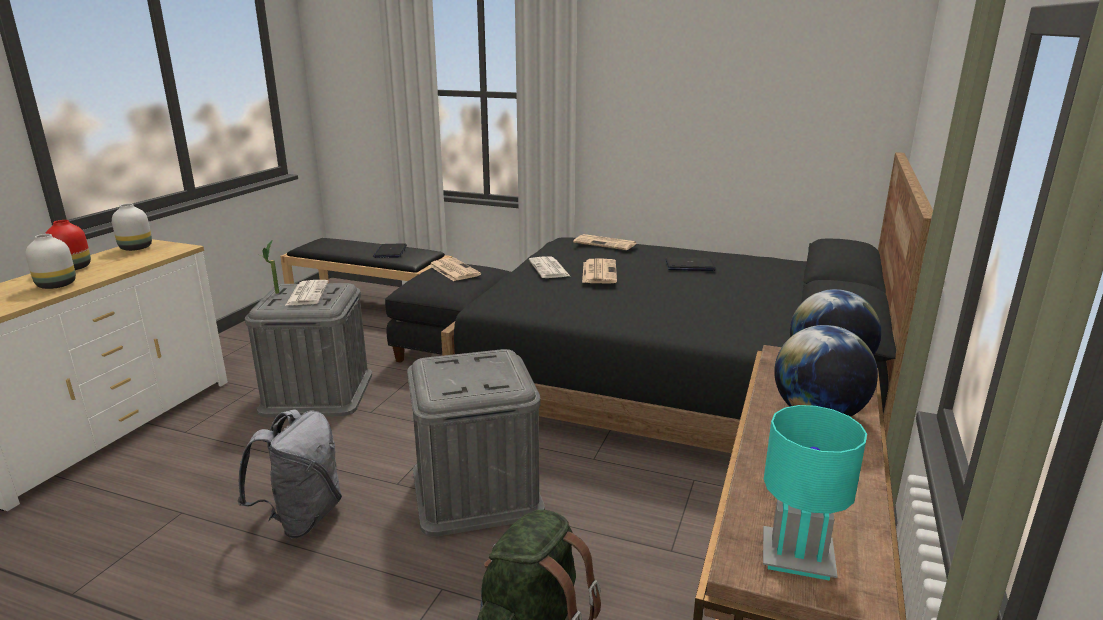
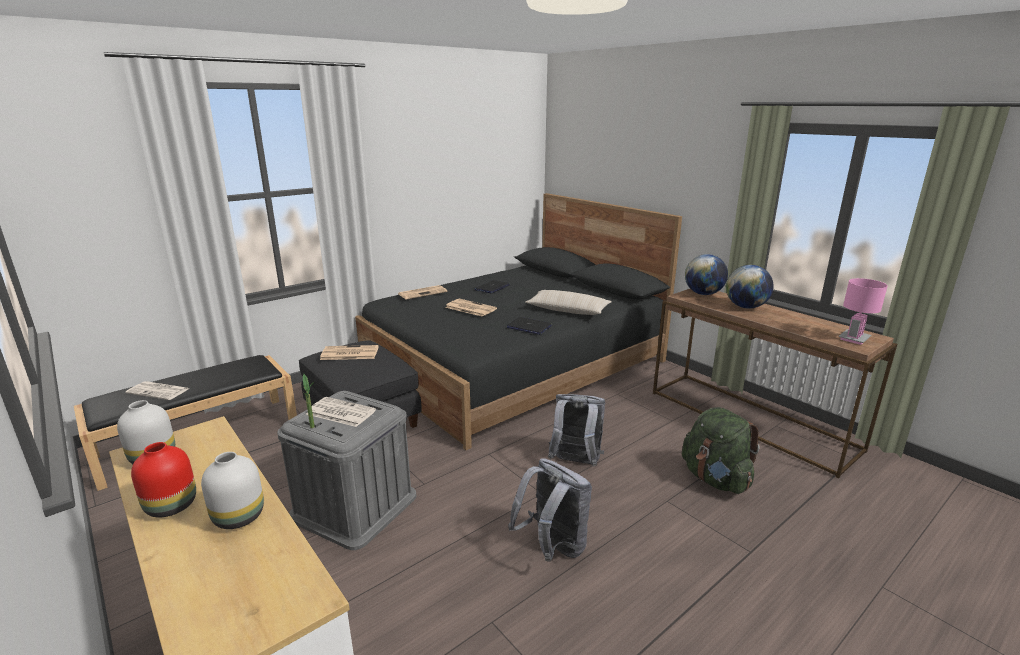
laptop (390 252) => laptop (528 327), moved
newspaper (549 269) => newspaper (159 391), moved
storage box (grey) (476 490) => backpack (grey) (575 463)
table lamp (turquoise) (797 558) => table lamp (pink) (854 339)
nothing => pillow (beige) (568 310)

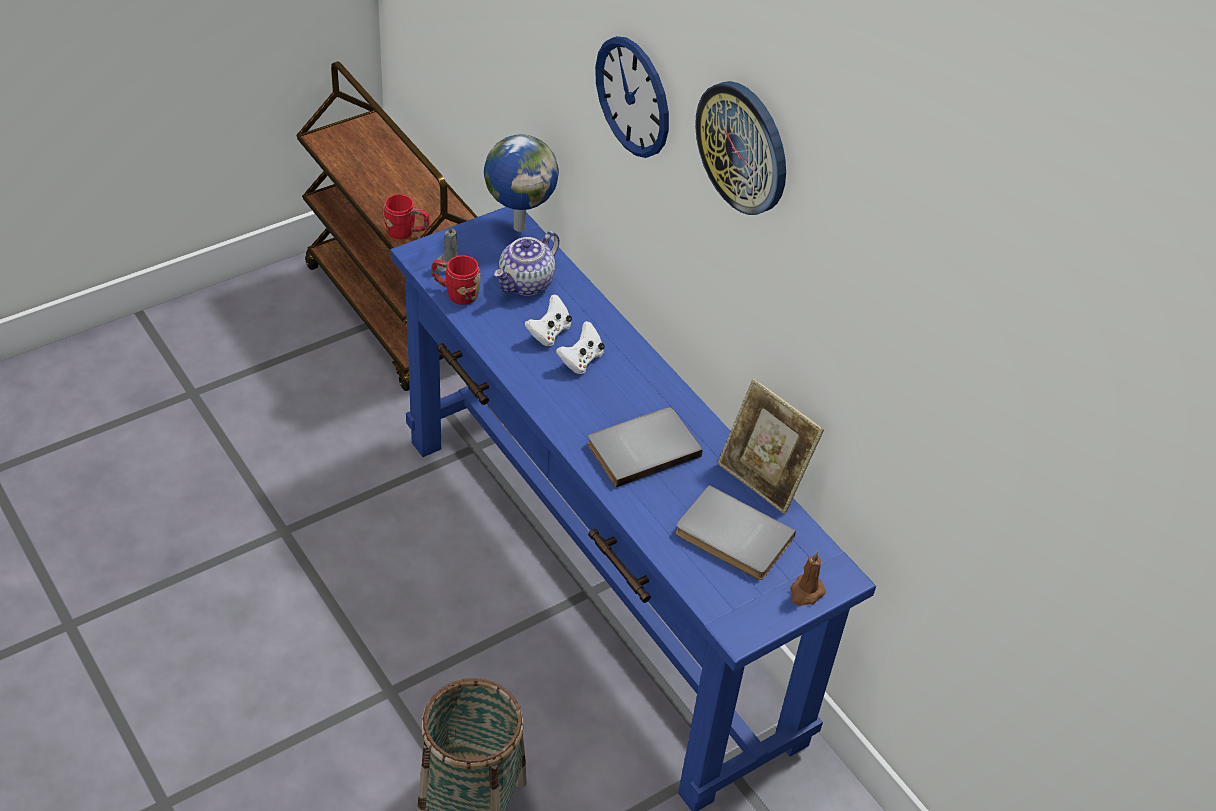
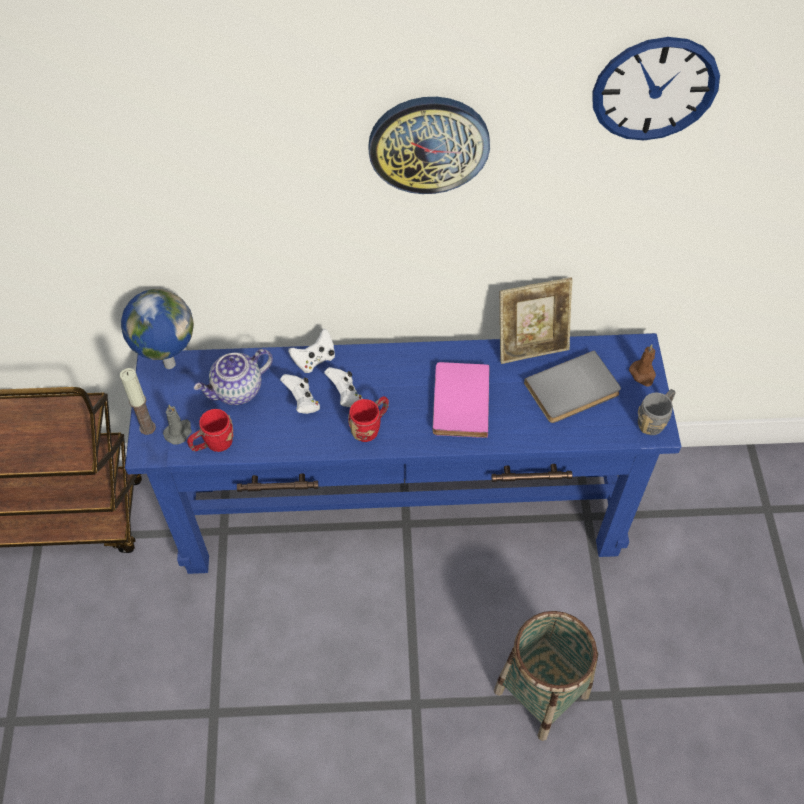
wall clock (633 97) => wall clock (655 89), moved
mug (red) (406 232) => mug (red) (370 427), moved
teapot (526 283) => teapot (237 390), 75 degrees clockwise
book (grey) (641 447) => book (pink) (458 401)
nothing => game controller (white) (314 360)
nothing => candle (147 427)
nothing => mug (grey) (654 420)

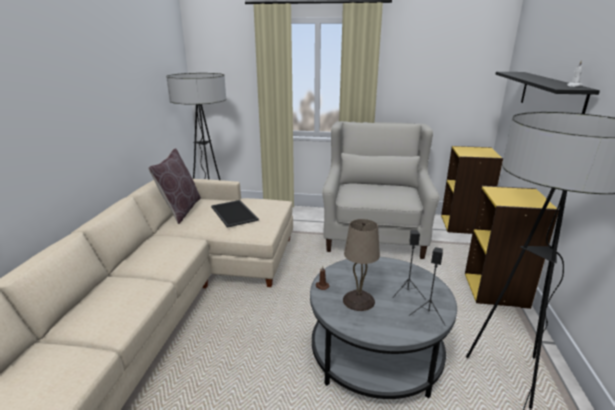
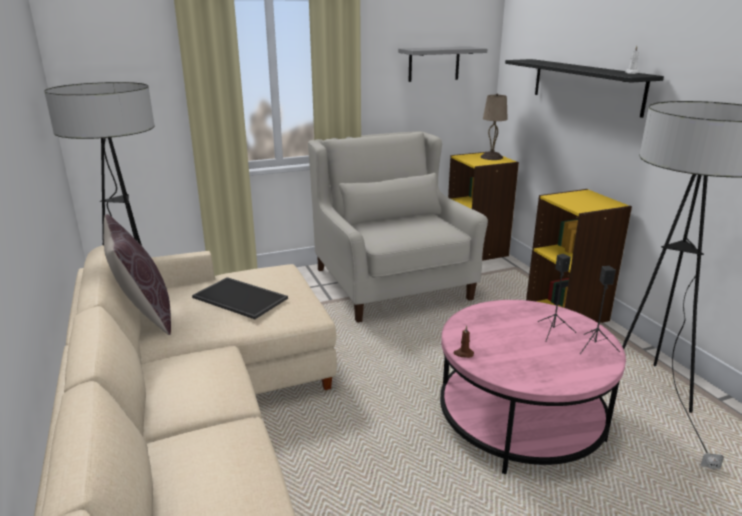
table lamp (beige) (359 300) => table lamp (beige) (491 157), moved
coffee table (grey) (375 353) => coffee table (pink) (520 419)
nothing => shelf (grey) (434 64)

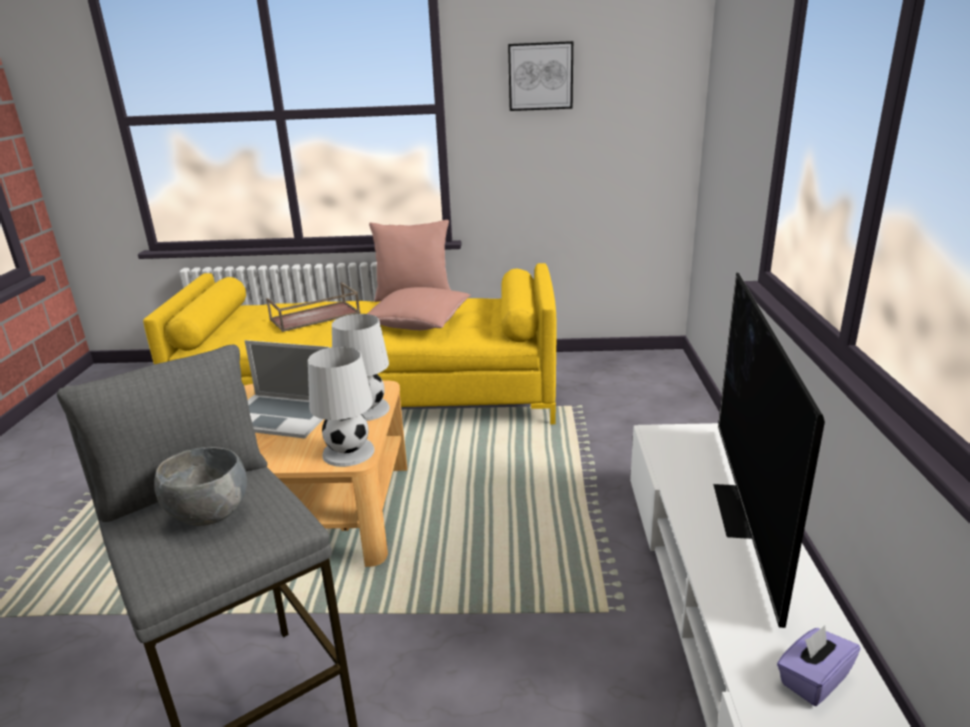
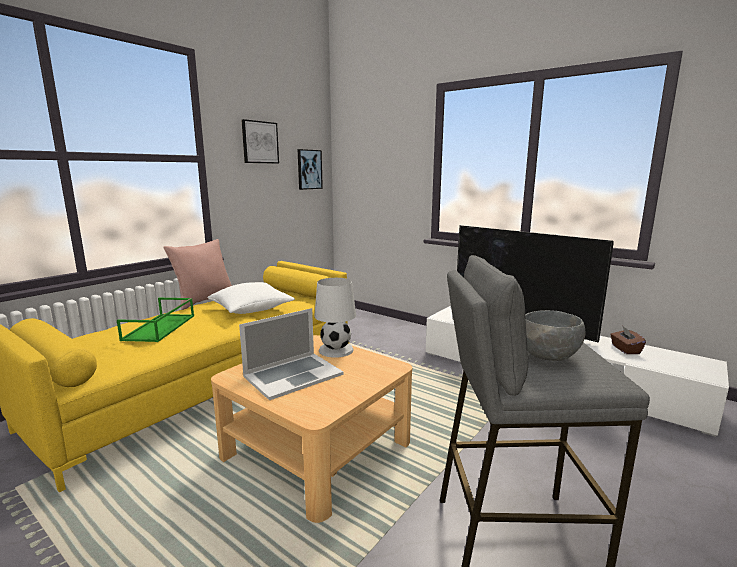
tray (brown) (314 317) => tray (green) (160 328)
pillow (pink) (418 323) => pillow (white) (251 309)
table lamp (white) (348 452) => nothing
tissue box (purple) (813 679) => tissue box (brown) (625 349)
nothing => picture (309 169)

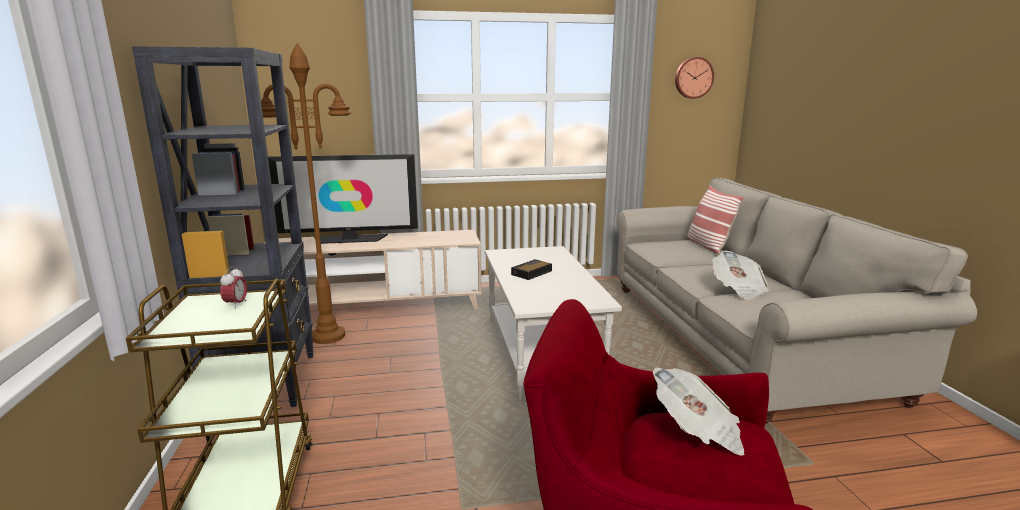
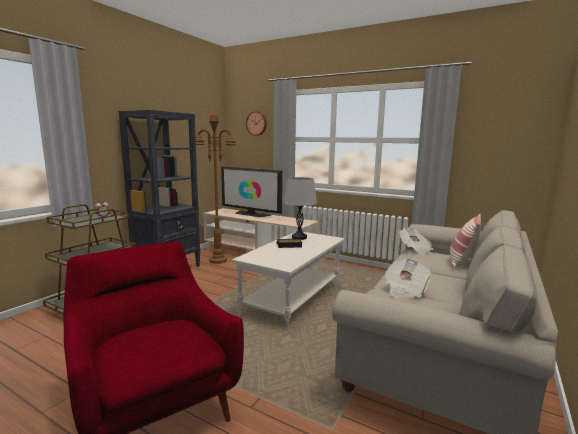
wall clock (693 78) => wall clock (257 123), moved
newspaper (697 431) => newspaper (415 249), moved
nothing => table lamp (grey) (299 237)

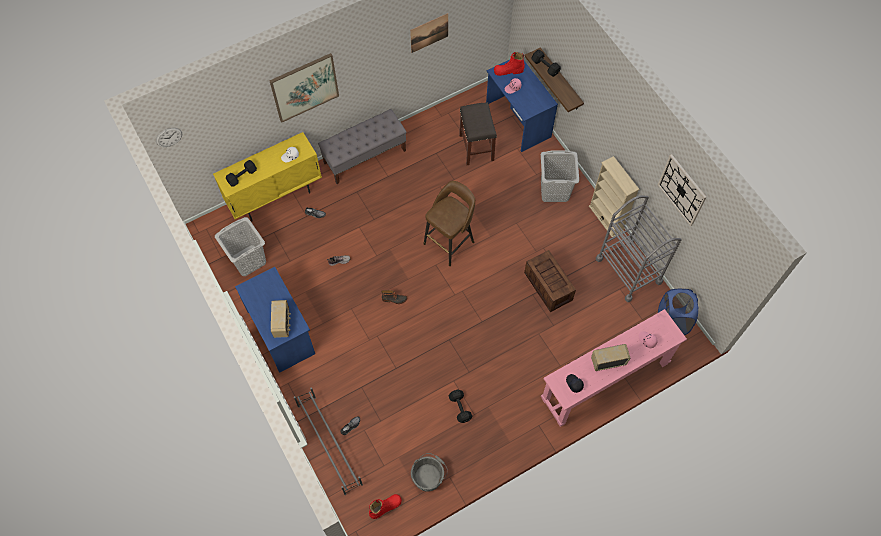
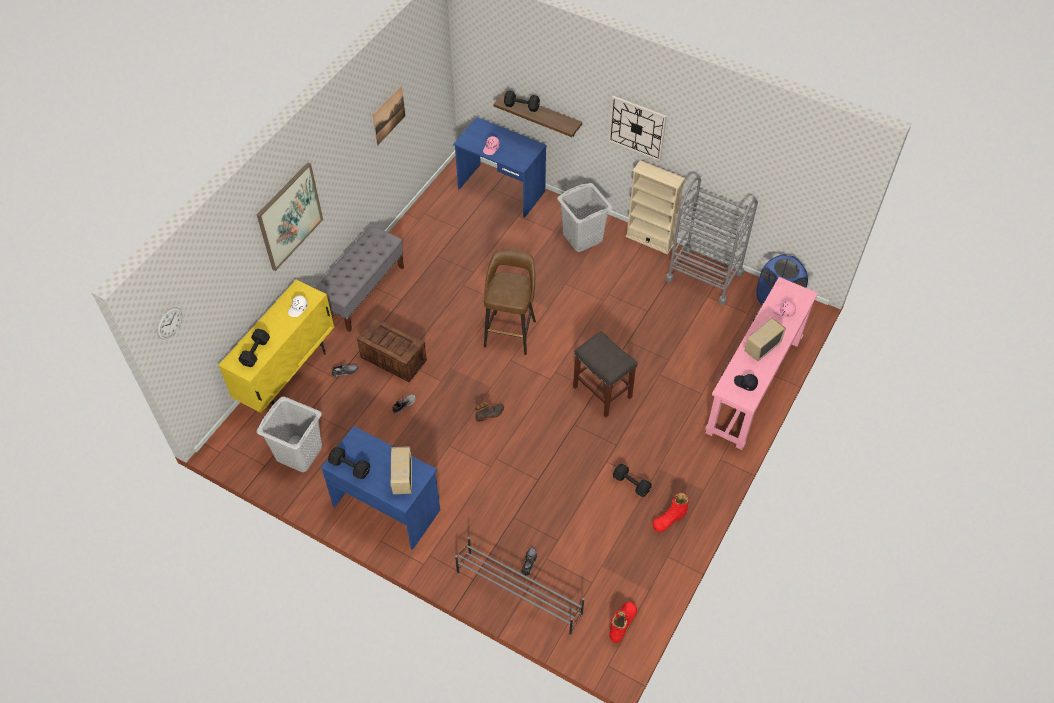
boot (red) (508 71) => boot (red) (669 518), moved
stool (grey) (476 147) => stool (grey) (601 392), moved
wall clock (682 190) => wall clock (637 128), moved
crate (548 287) => crate (394 359), moved
radio (282 323) => radio (402 478), 150 degrees counterclockwise
bucket (grey) (429 475) => nothing
nothing => dumbbell (black) (349 466)

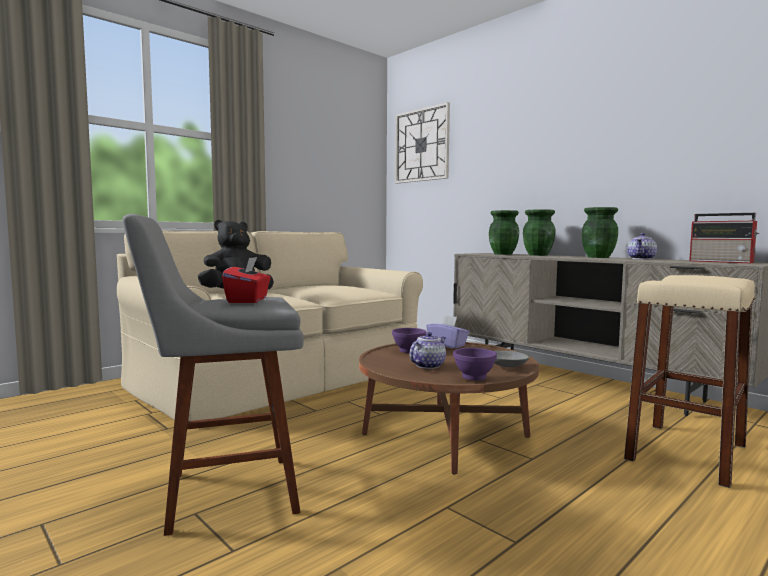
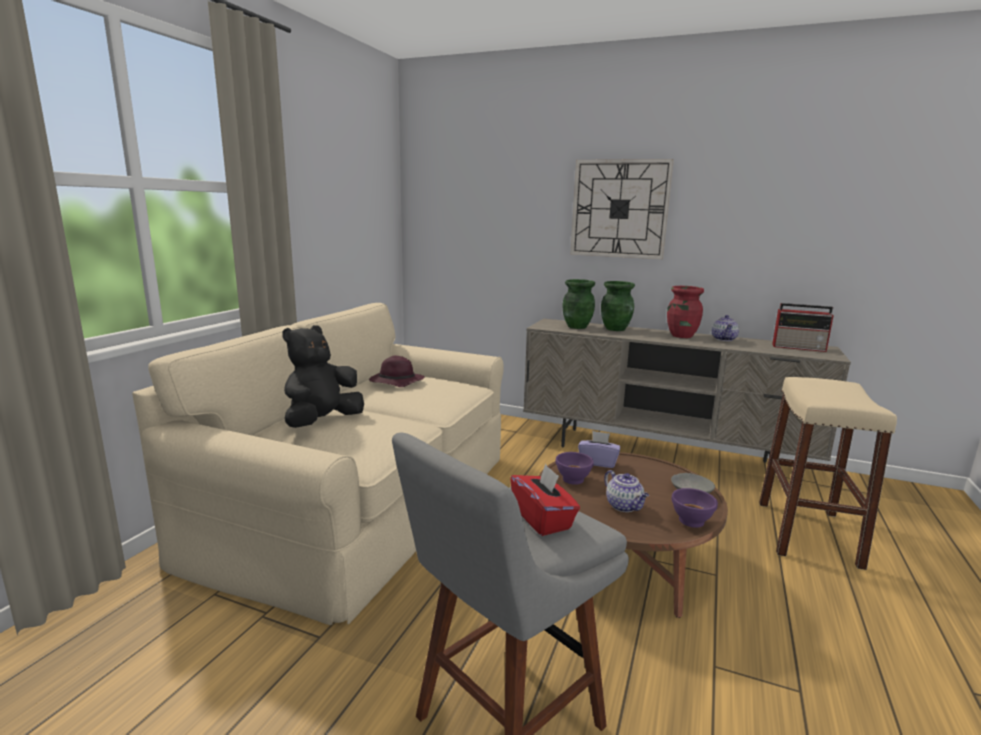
wall clock (421 145) => wall clock (619 209), moved
vase (green) (598 257) => vase (red) (681 335)
teapot (428 365) => teapot (624 506), 135 degrees clockwise
nothing => hat (purple) (396 382)

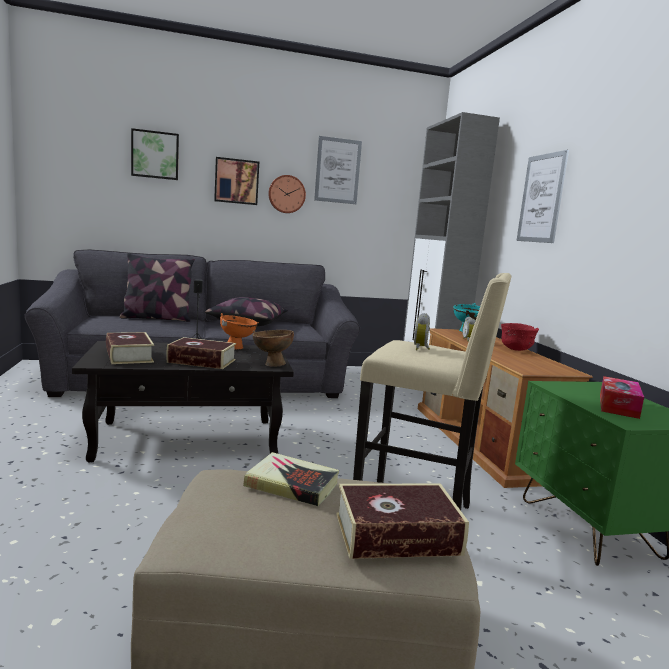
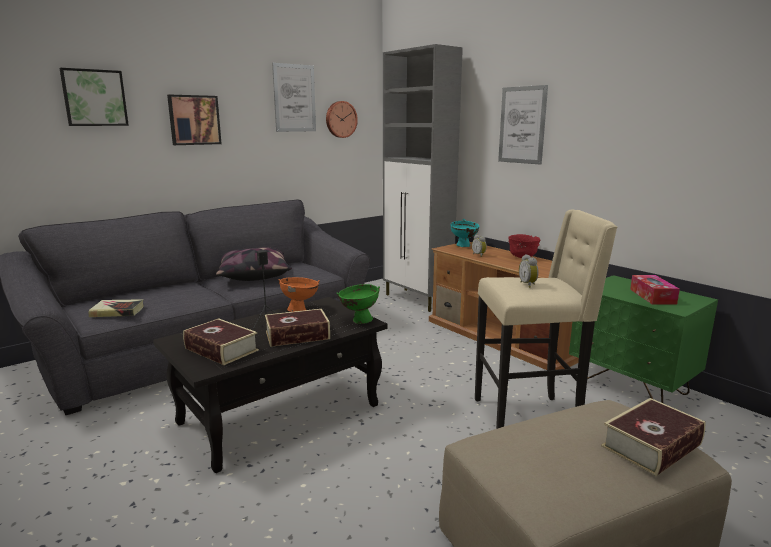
wall clock (286 194) => wall clock (340 119), moved
pillow (157 318) => nothing
bowl (brown) (270 364) => bowl (green) (358 321)
book (292 484) => book (117 311), moved

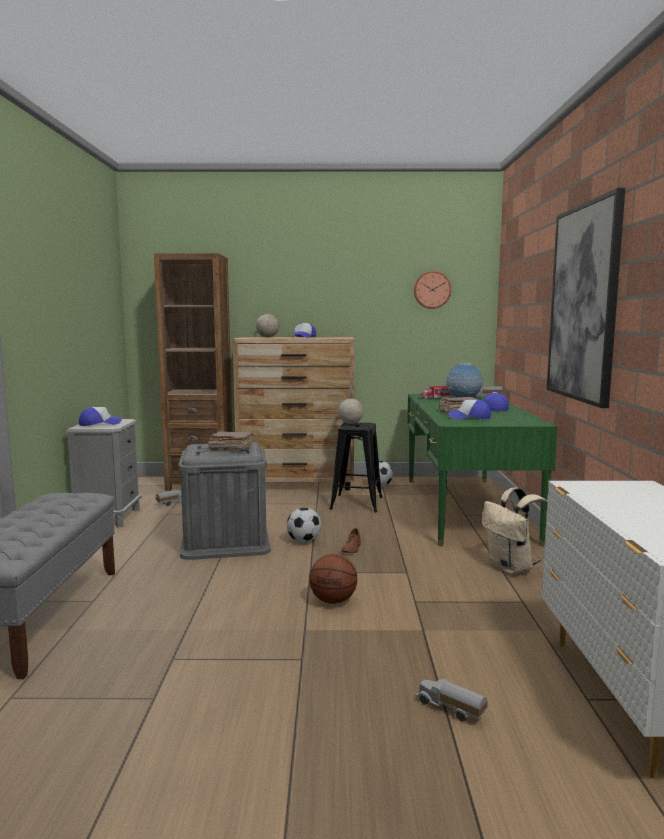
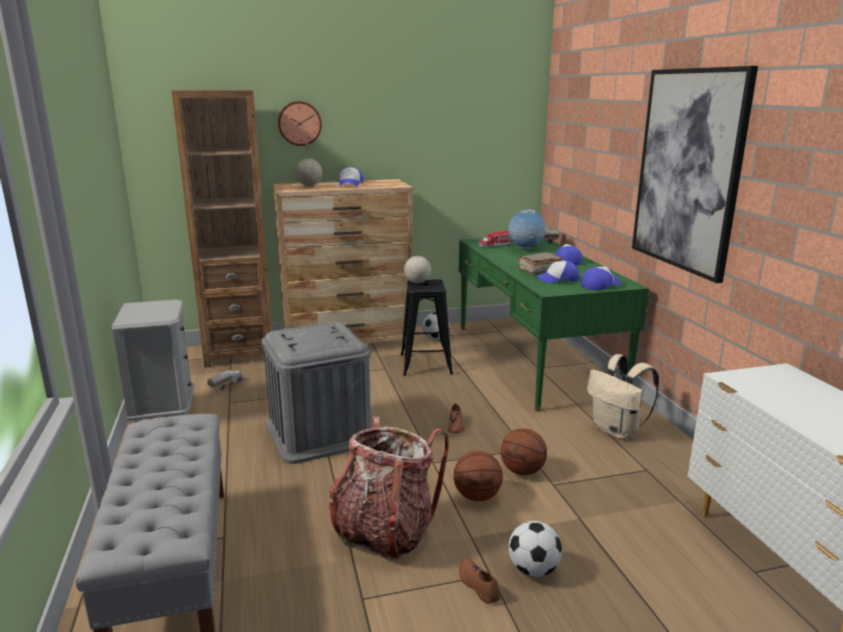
wall clock (432 290) => wall clock (299 123), moved
cap (100 423) => cap (600 285), moved
book (brown) (230 449) => nothing
football (304 541) => football (533 569), moved
toy truck (450 710) => nothing
nothing => backpack (384 531)
nothing => basketball (522 471)
nothing => shoe (brown) (478 585)

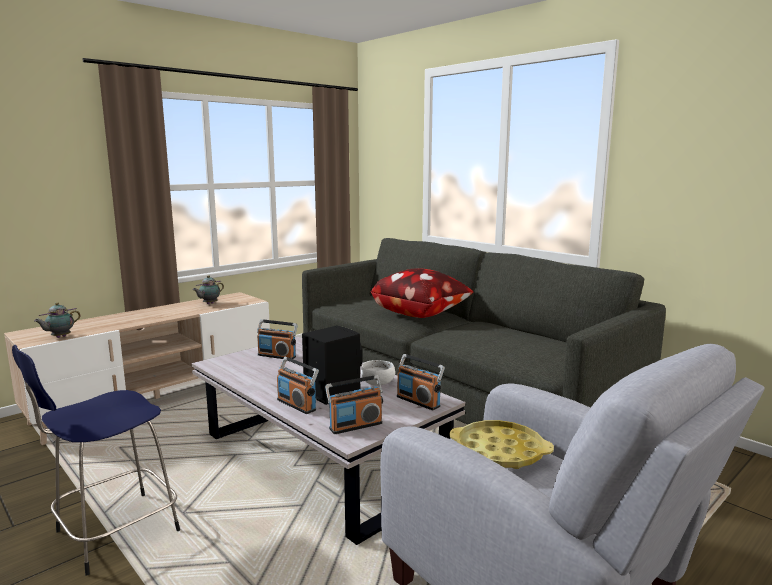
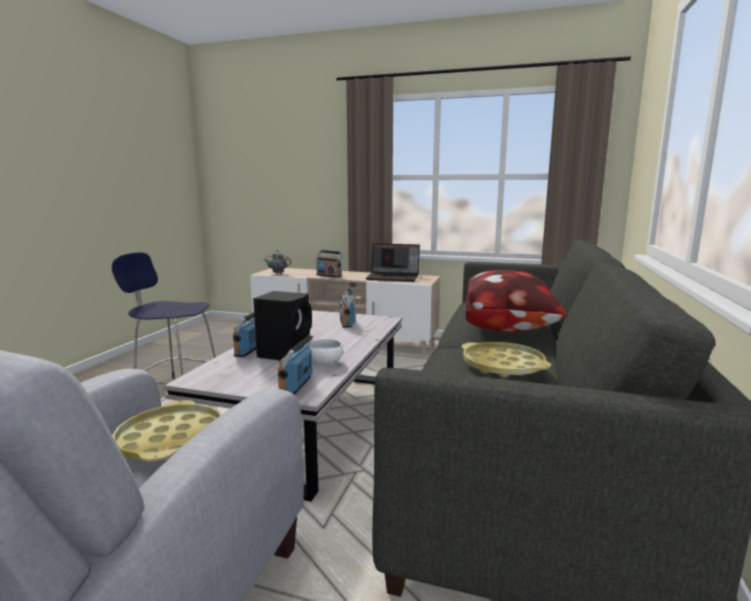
teapot (209 304) => laptop (393 277)
radio (355 426) => radio (329 276), moved
nothing => tray (yellow) (503 366)

